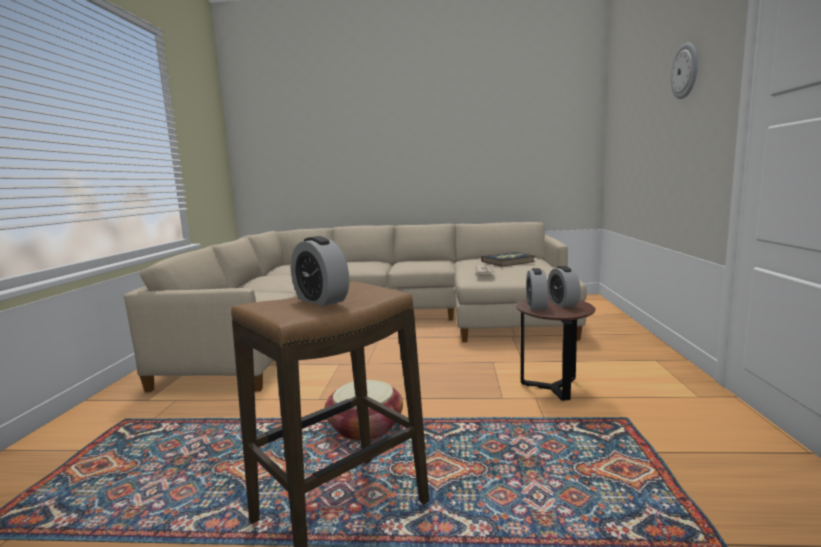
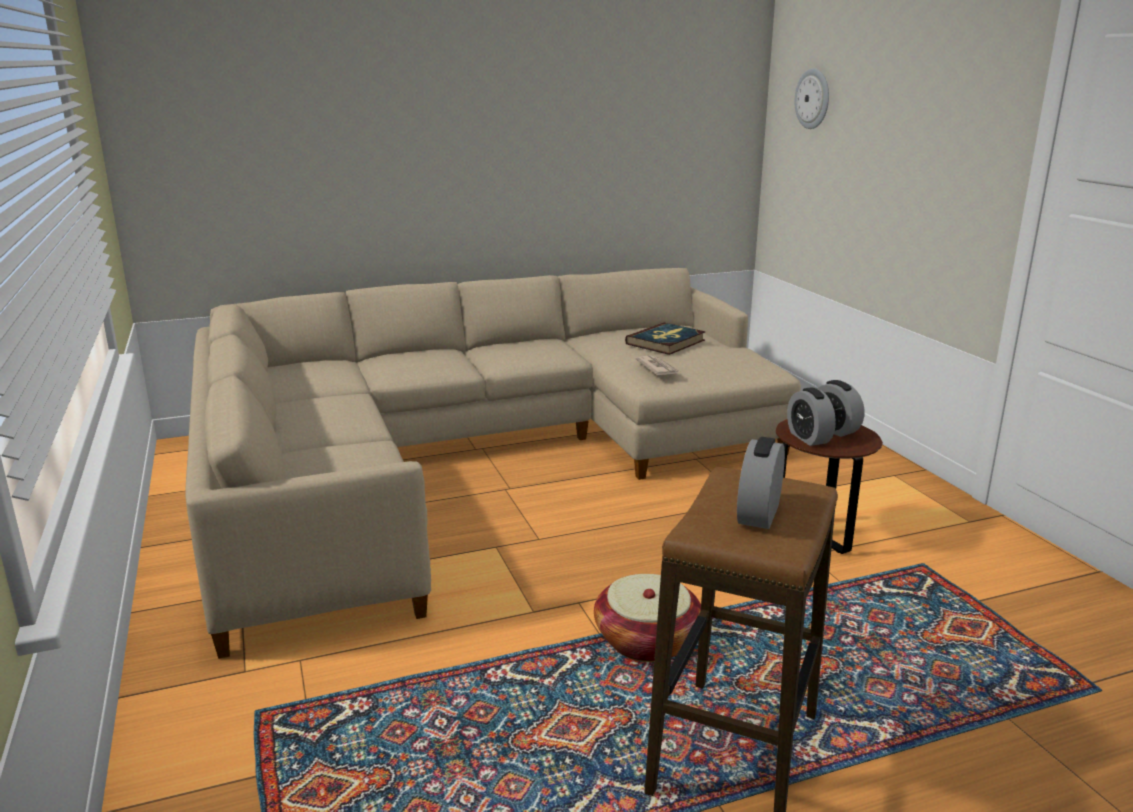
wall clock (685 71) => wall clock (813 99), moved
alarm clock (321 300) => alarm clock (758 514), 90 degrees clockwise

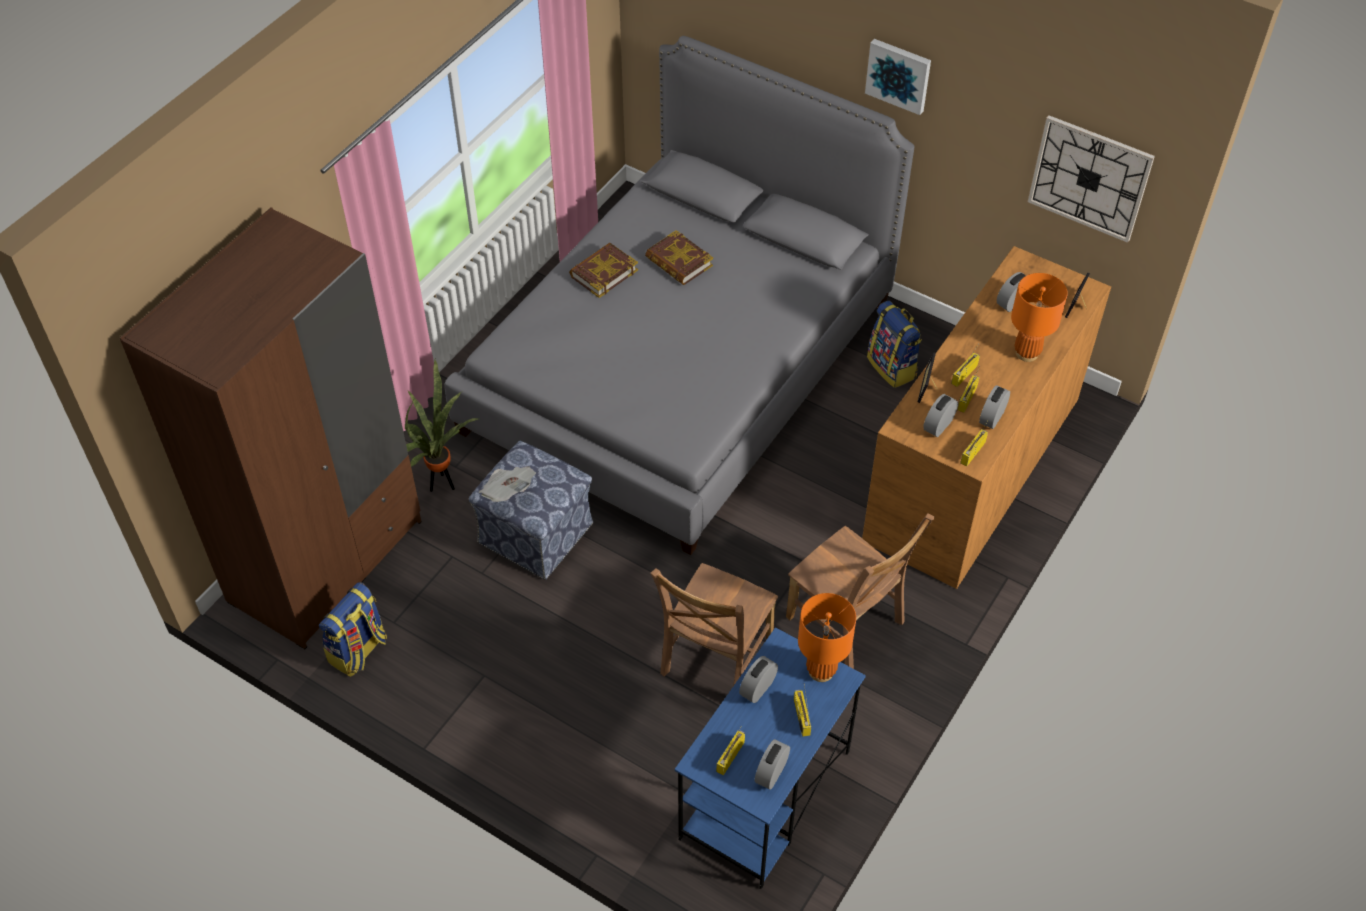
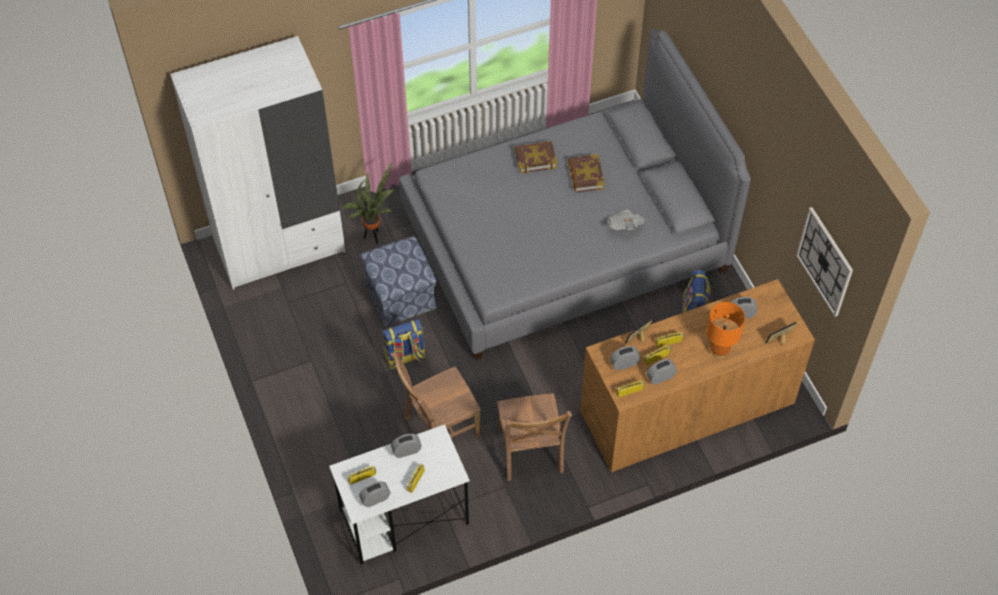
picture (899 75) => nothing
wardrobe (brown) (326 561) => wardrobe (white) (280 246)
newspaper (508 491) => newspaper (625 226), moved
backpack (358 651) => backpack (404 357), moved
table lamp (orange) (821 671) => nothing
desk (blue) (764 796) => desk (white) (403 518)

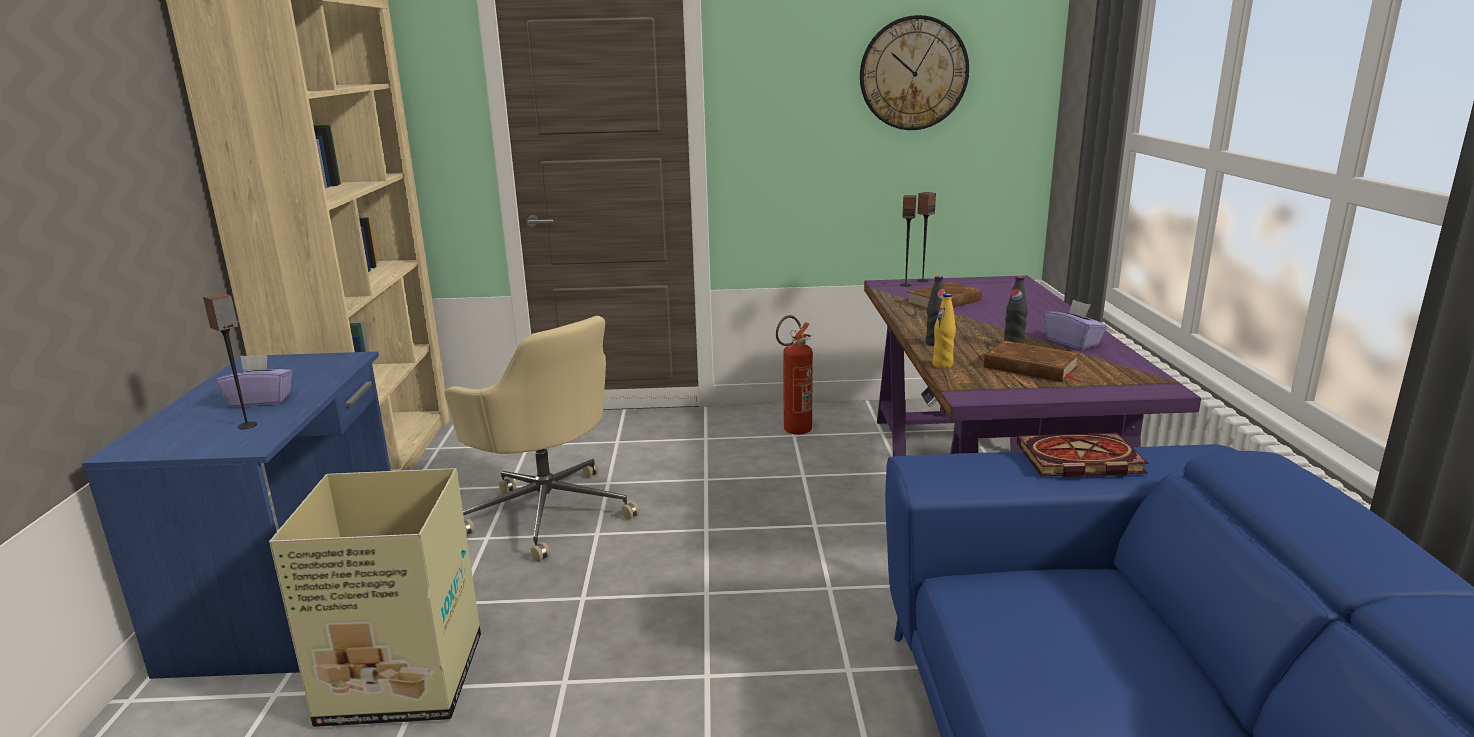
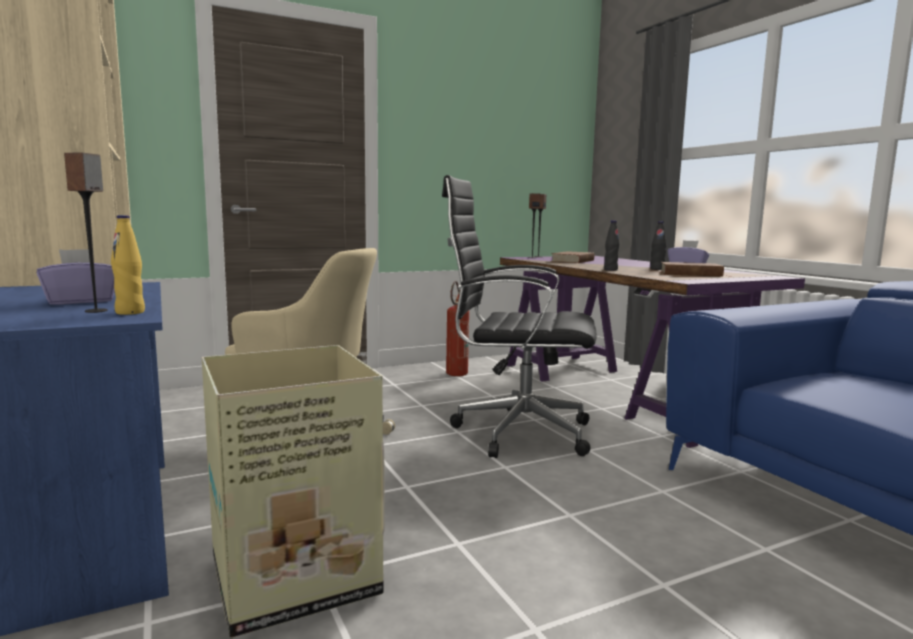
wall clock (913 73) => nothing
bottle (yellow) (942 365) => bottle (yellow) (130 312), moved
book (1077 460) => nothing
nothing => office chair (black) (516 432)

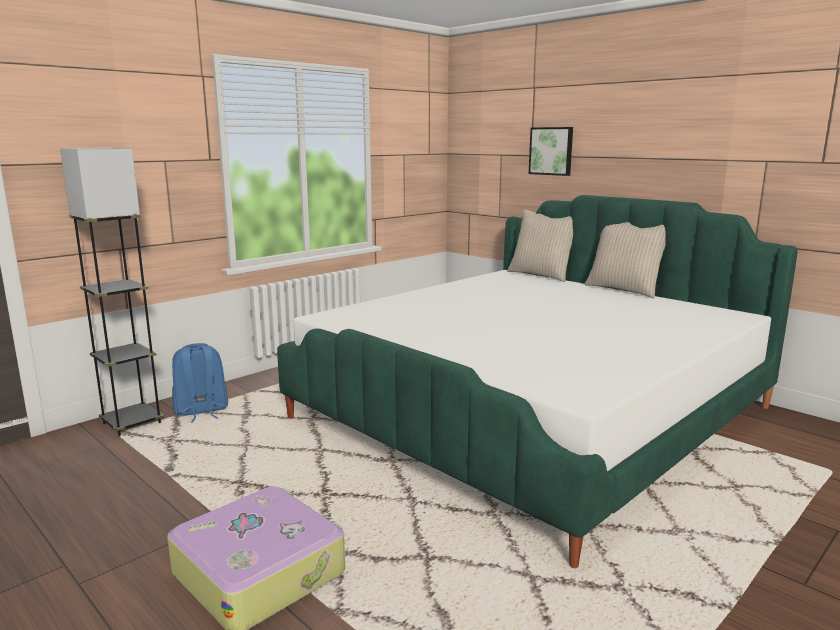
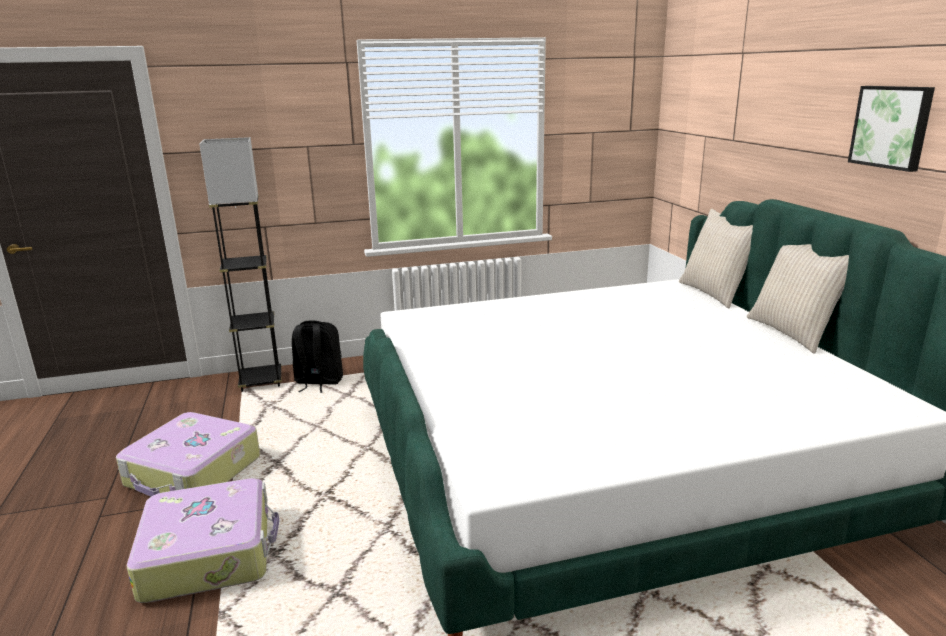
picture (551 151) => picture (892 127), moved
backpack (blue) (201 411) => backpack (black) (318 382)
nothing => suitcase (193 472)

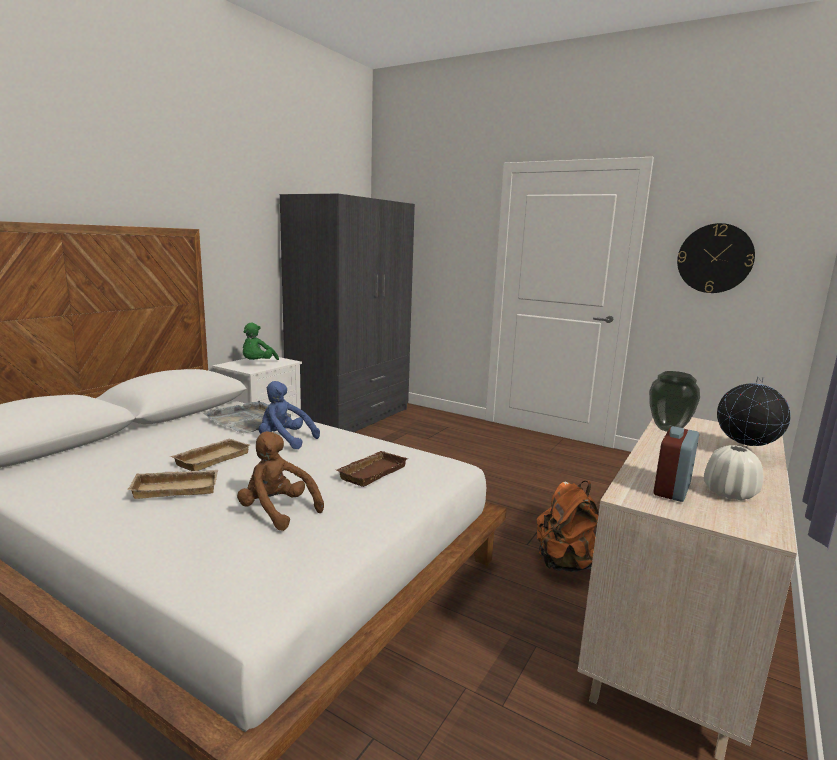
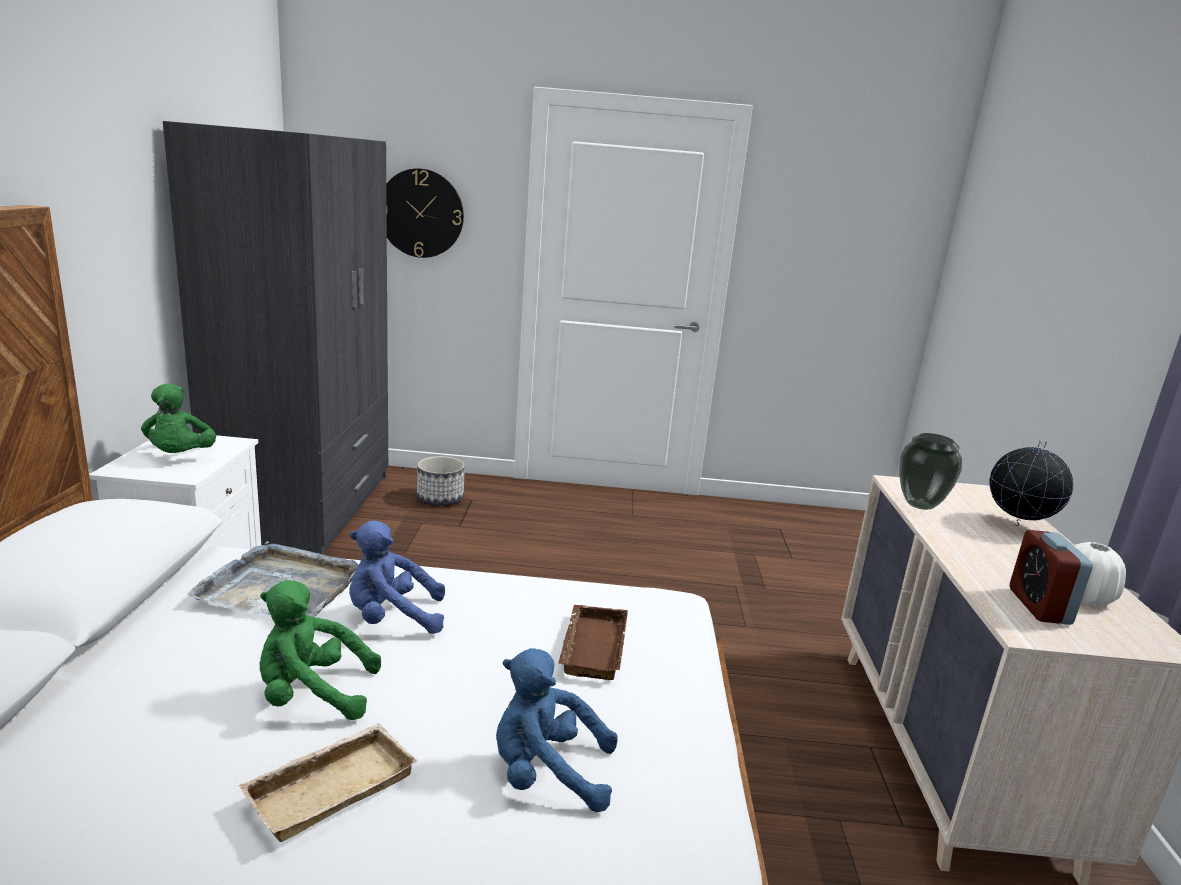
wall clock (715 258) => wall clock (421 213), moved
plush toy (brown) (277 511) => plush toy (blue) (546 773)
tray (beige) (211 458) => plush toy (green) (312 695)
backpack (orange) (565 564) => nothing
nothing => planter (440 499)

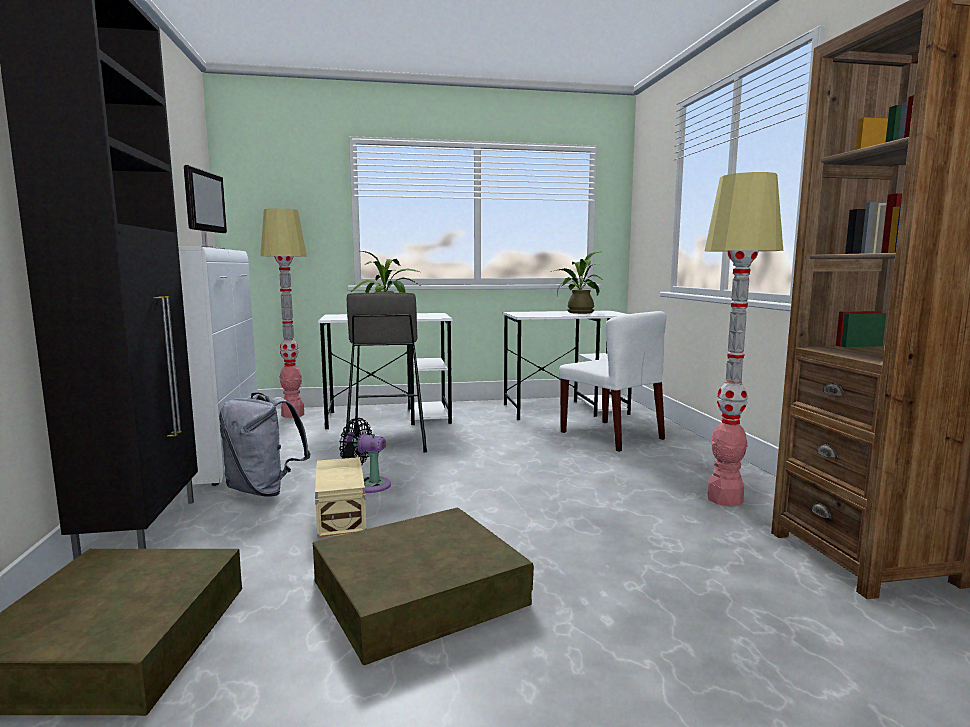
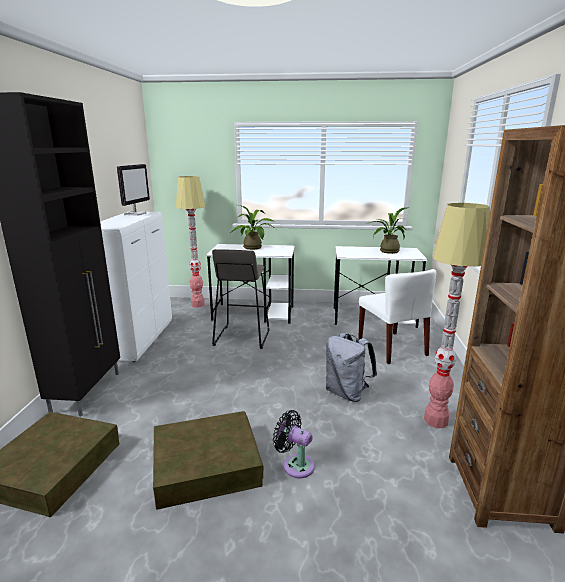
backpack (grey) (264 490) => backpack (grey) (347 393), moved
fan (black) (368 485) => fan (black) (295 464), moved
storage box (beige) (342 514) => nothing

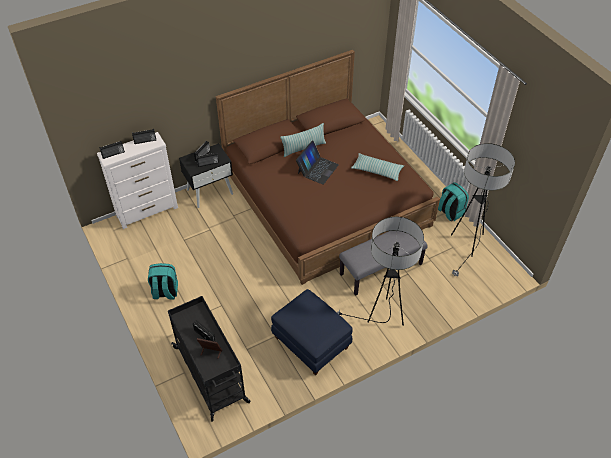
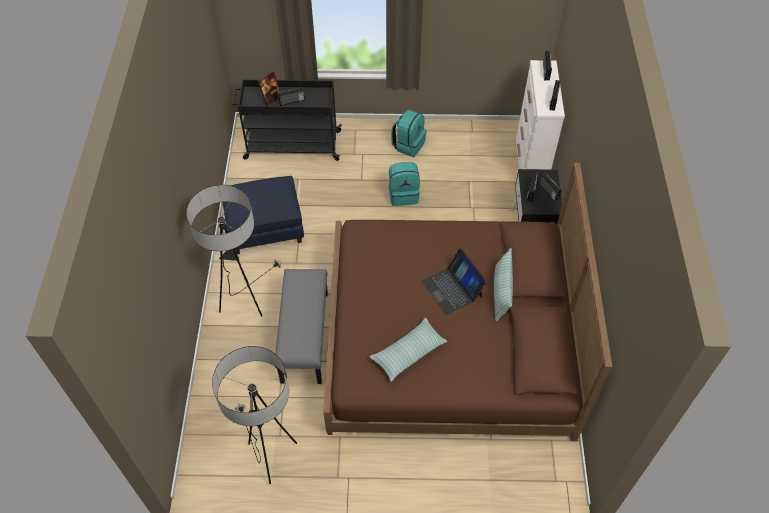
backpack (turquoise) (450 212) => backpack (turquoise) (403 195), moved

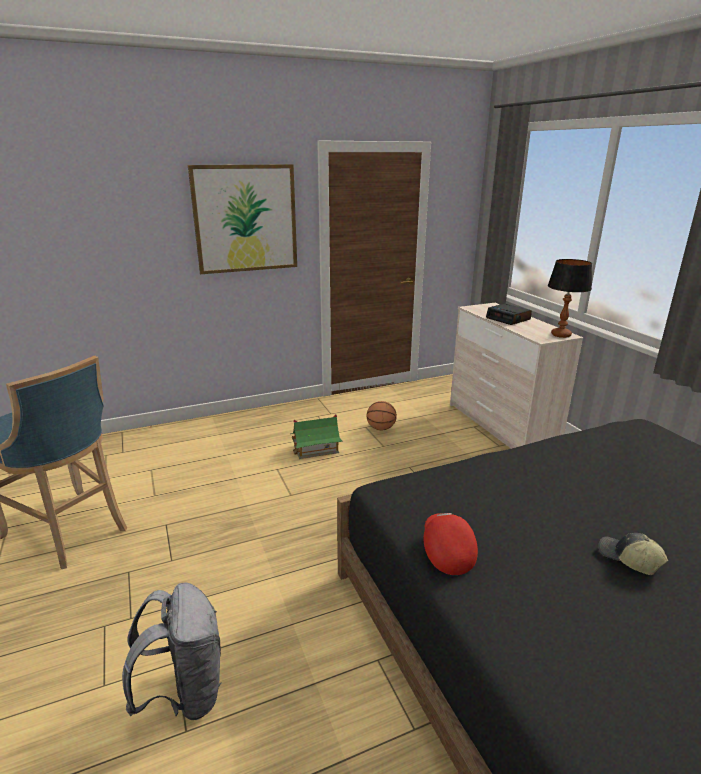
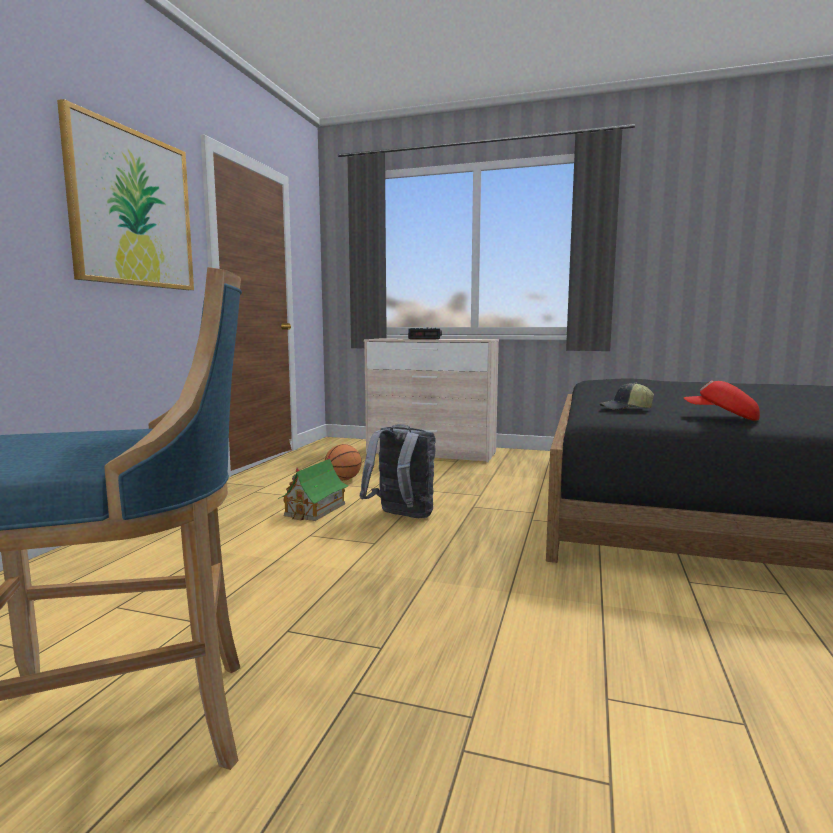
table lamp (560 335) => nothing
cap (628 559) => cap (625 409), moved
backpack (grey) (185 693) => backpack (grey) (401 517), moved

